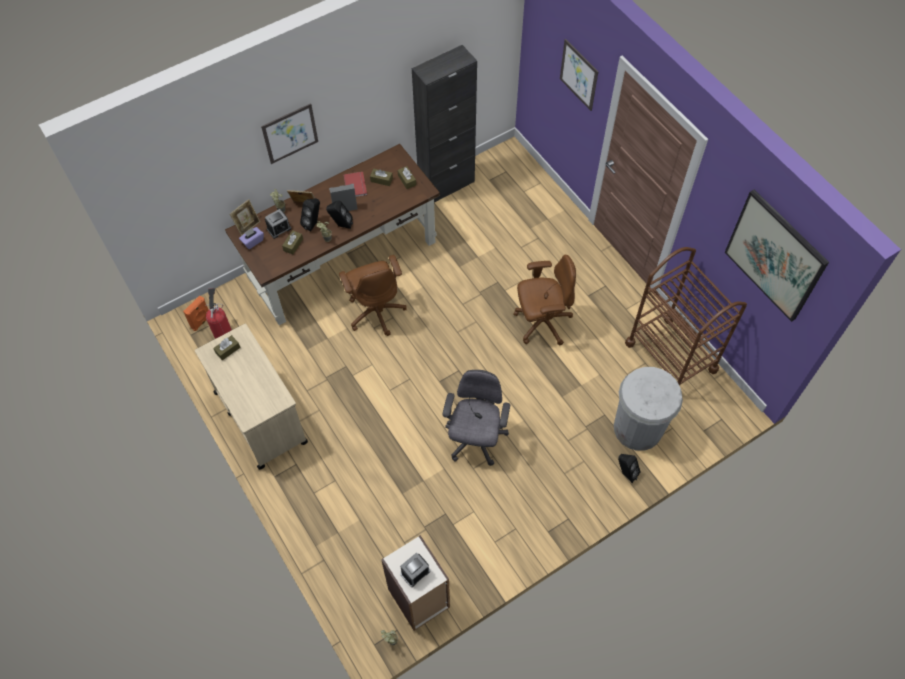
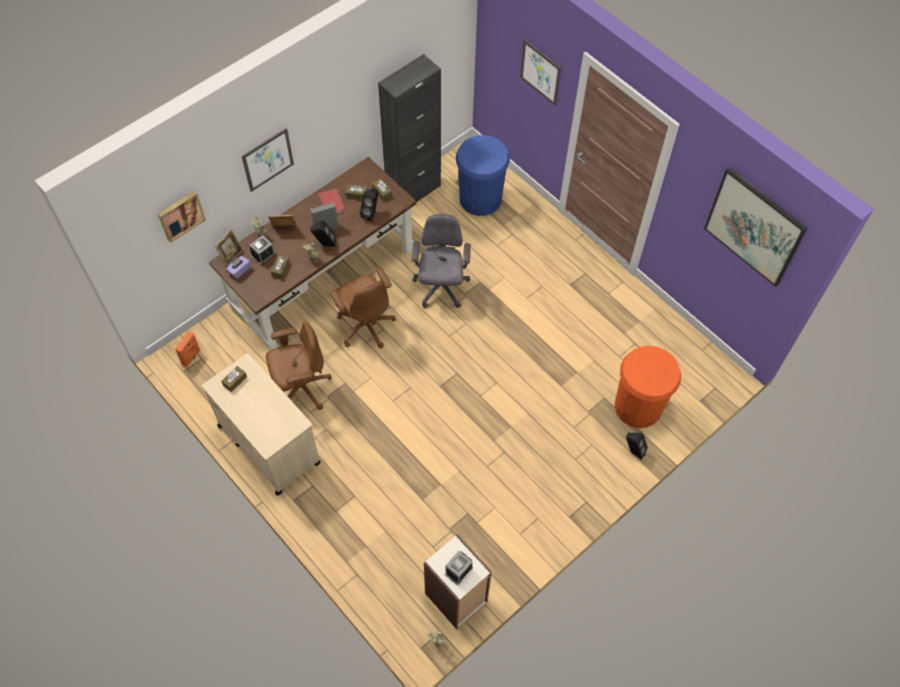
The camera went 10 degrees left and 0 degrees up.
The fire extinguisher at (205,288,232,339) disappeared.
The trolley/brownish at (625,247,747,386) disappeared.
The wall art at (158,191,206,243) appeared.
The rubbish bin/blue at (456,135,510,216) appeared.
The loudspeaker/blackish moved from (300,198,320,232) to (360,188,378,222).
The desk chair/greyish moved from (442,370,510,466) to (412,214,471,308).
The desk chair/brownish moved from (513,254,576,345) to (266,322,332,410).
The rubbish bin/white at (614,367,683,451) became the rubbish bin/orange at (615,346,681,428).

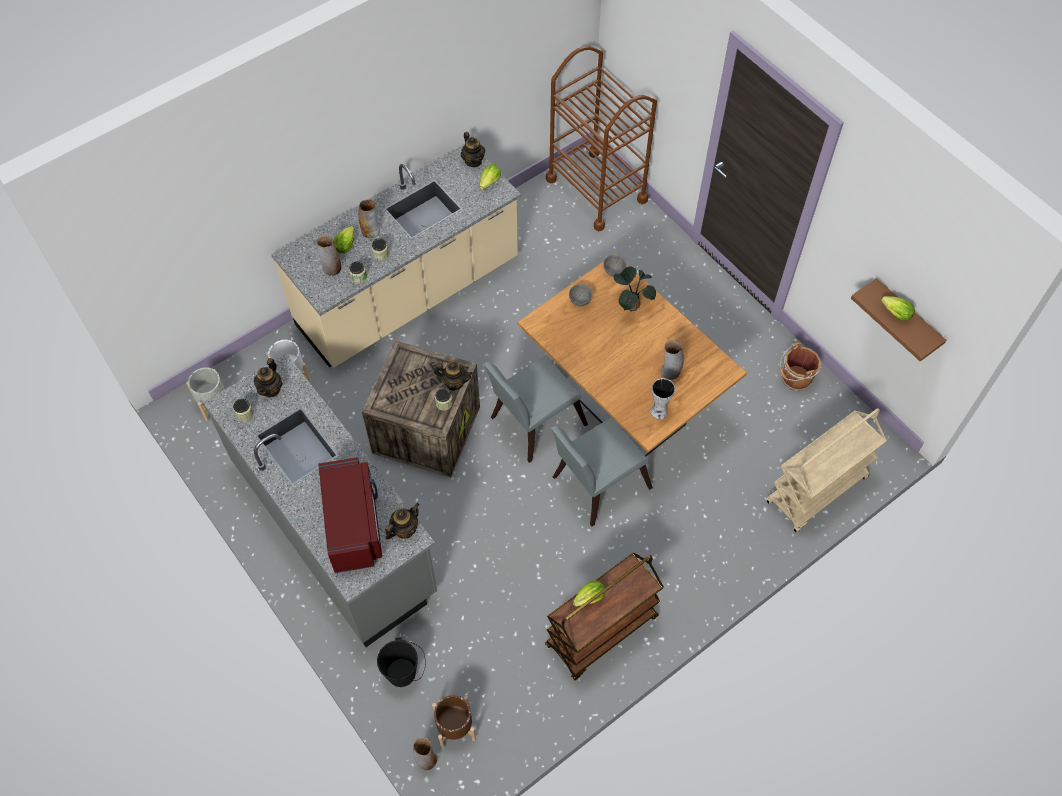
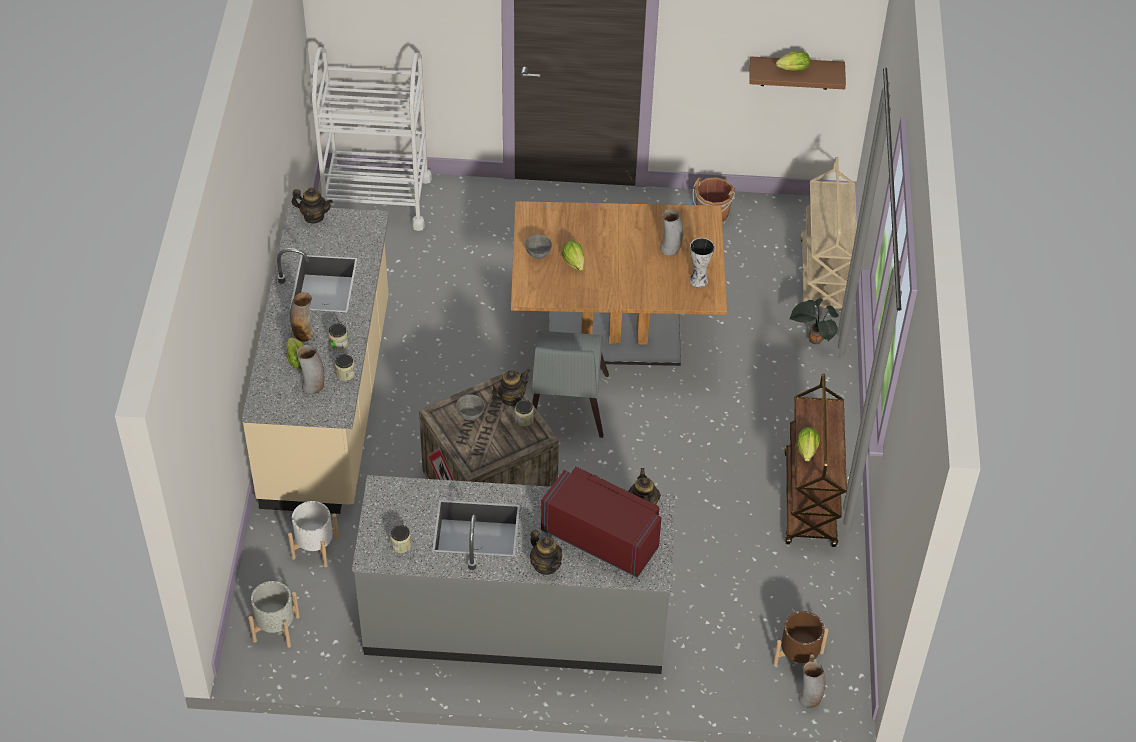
The camera went 50 degrees left and 10 degrees down.
The bucket/blackish at (377,637,426,687) disappeared.
The plain chair/greyish at (551,417,653,527) disappeared.
The tea pot moved from (254,358,282,397) to (530,530,562,575).
The lettuce moved from (479,164,501,190) to (562,241,585,271).
The bowl/greyish moved from (603,255,627,277) to (456,395,485,421).
The plant in a pot moved from (614,267,656,312) to (790,298,839,344).
The trolley/brownish at (546,46,657,232) became the trolley/white at (312,47,432,231).

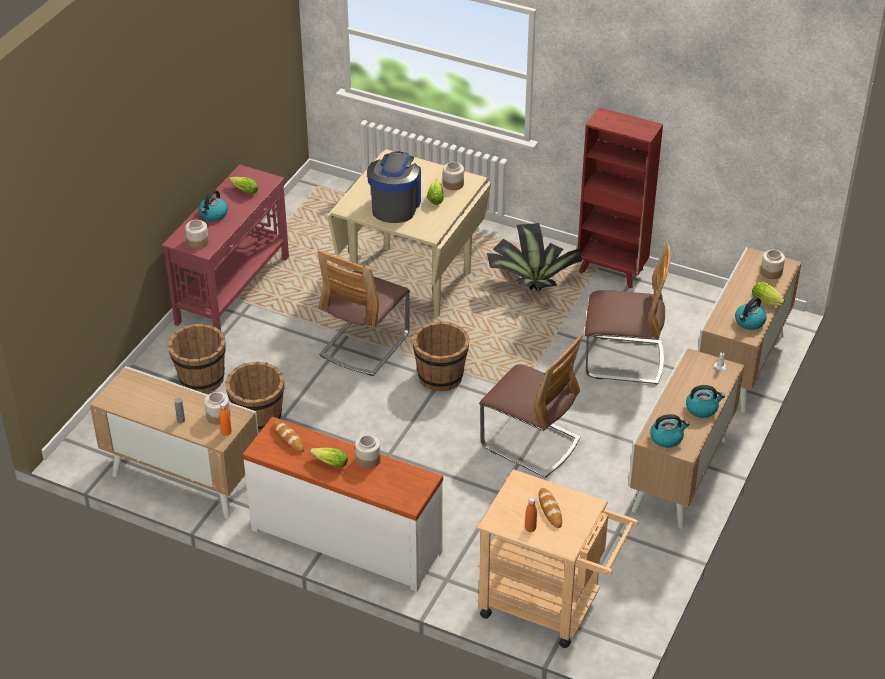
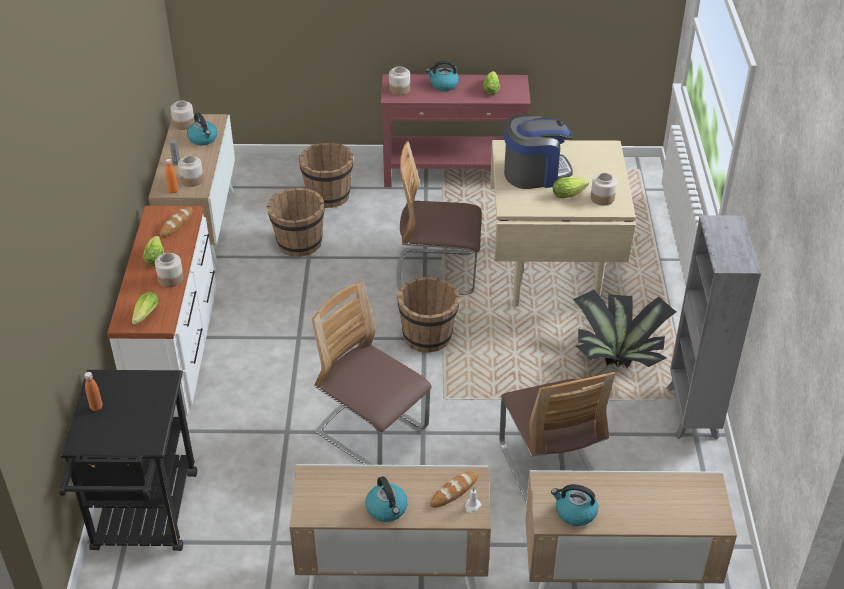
The camera went 65 degrees right and 0 degrees up.
The bakery bread moved from (539,488,562,528) to (430,471,478,508).
The kettle moved from (650,414,690,448) to (187,113,217,145).
The lettuce moved from (752,282,785,306) to (132,292,159,325).
The jar moved from (761,250,785,279) to (171,100,195,130).
The trolley/beige at (477,469,639,648) became the trolley/blackish at (59,370,197,551).
The bookshelf/red-coloured at (577,107,663,288) became the bookshelf/greyish at (666,215,761,439).
The plain chair at (479,334,583,478) turned 120 degrees clockwise.

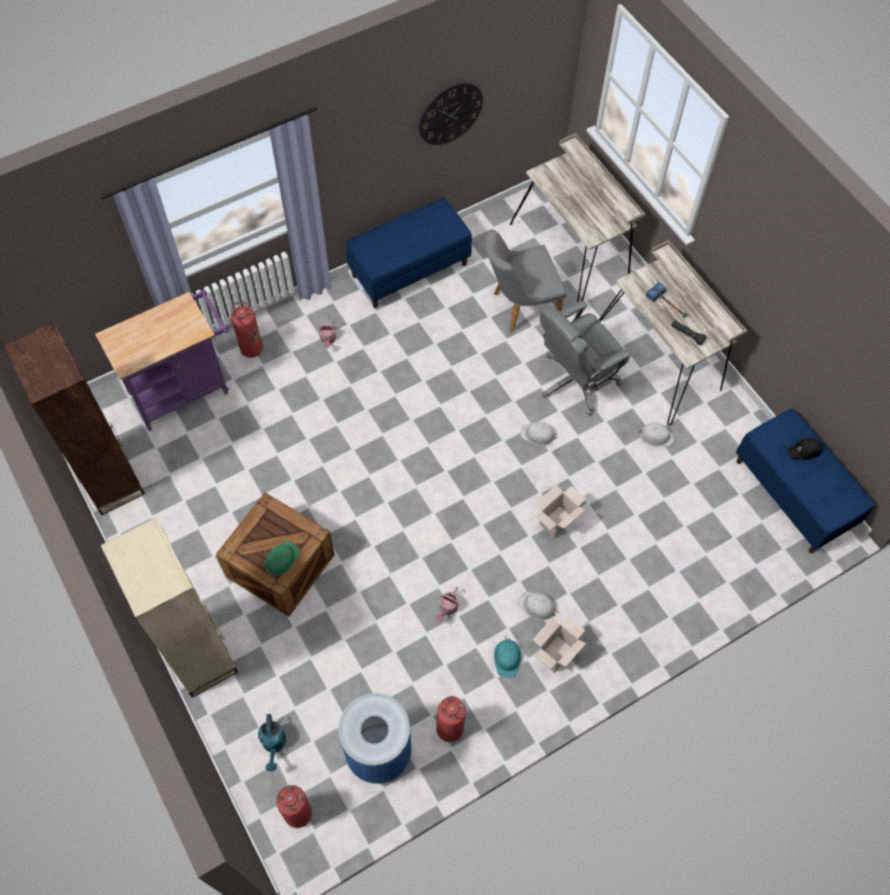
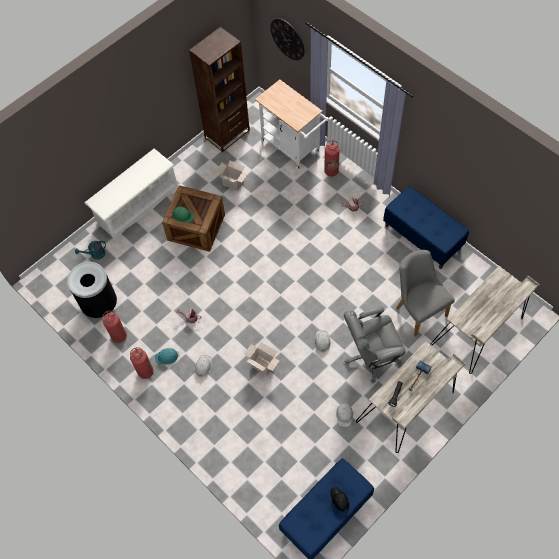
The camera went 80 degrees right and 0 degrees up.
The fire extinguisher moved from (276,785,312,828) to (130,347,153,379).
The hanging clock moved from (419,83,483,145) to (270,18,305,60).
The cardboard box moved from (532,617,586,673) to (216,160,247,191).
The bookshelf/beige at (100,517,238,697) was replaced by the shoe rack/white at (85,148,178,241).
The trolley/purplish at (95,290,229,431) became the trolley/white at (255,80,329,169).
The rubbish bin/blue at (338,693,411,784) became the rubbish bin/blackish at (67,262,117,318).
The desk chair/greyish at (540,301,632,416) turned 60 degrees counterclockwise.

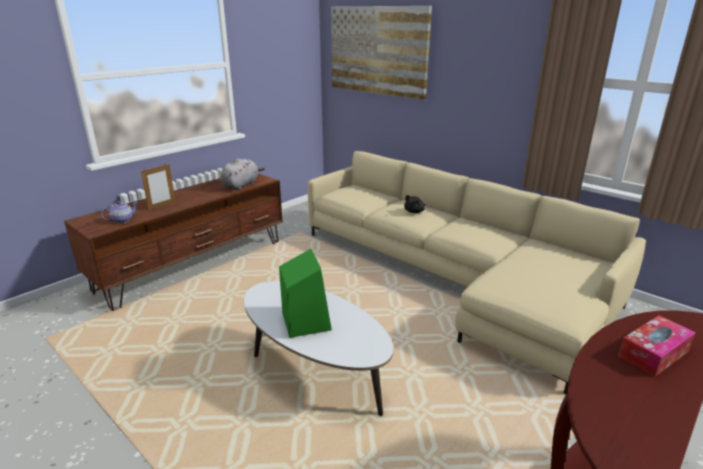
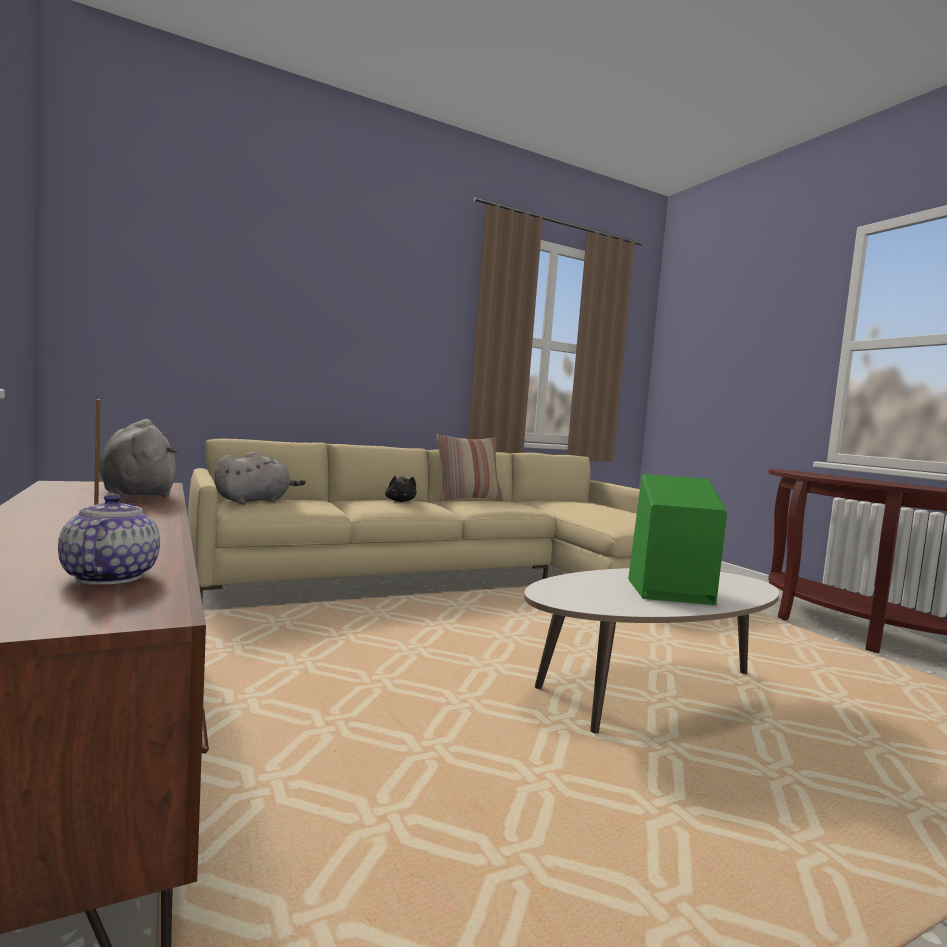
The camera went 70 degrees left and 20 degrees down.
The wall art at (331,6,432,100) disappeared.
The tissue holder at (618,316,696,377) disappeared.
The plush toy/greyish at (215,452,306,504) appeared.
The throw pillow at (436,434,503,501) appeared.

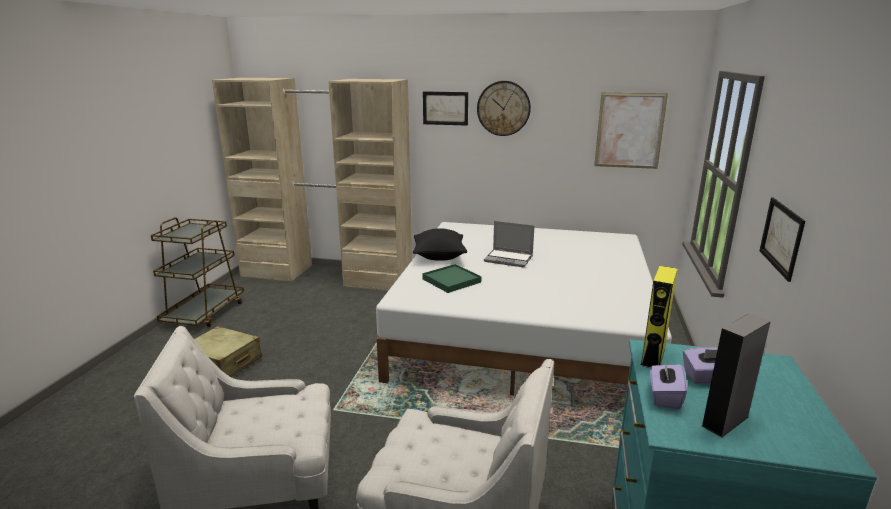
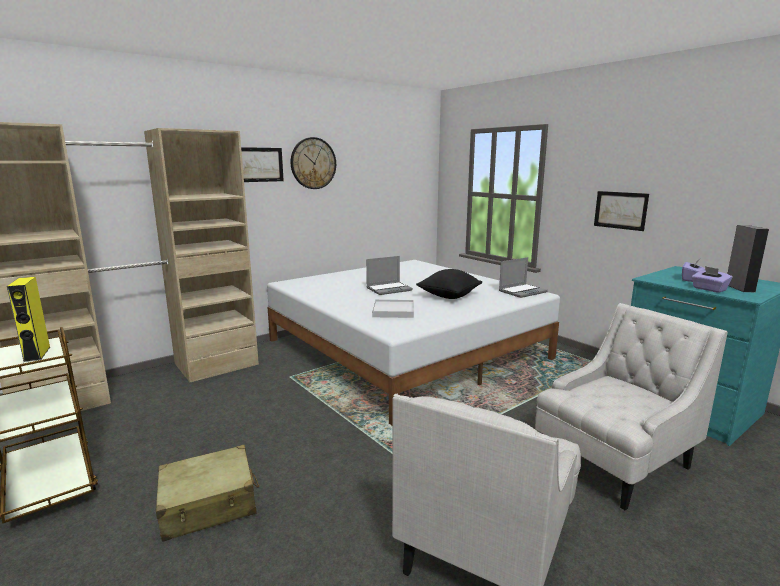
The camera went 50 degrees left and 5 degrees down.
The wall art at (594,93,668,169) disappeared.
The laptop at (499,257,548,298) appeared.
The throw pillow/blackish moved from (413,228,467,261) to (416,269,482,299).
The loudspeaker/yellow-coloured moved from (640,266,678,368) to (7,277,50,362).
The tray/greenish at (423,264,481,293) became the tray/white at (372,299,414,318).

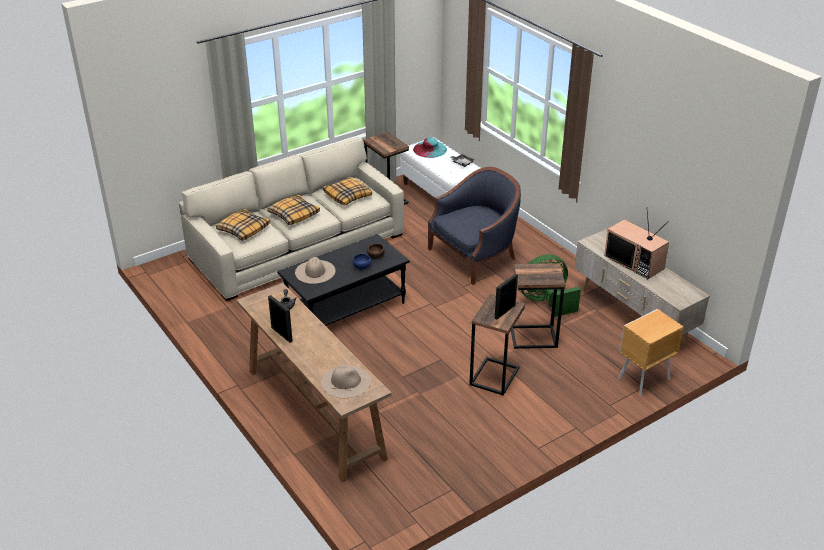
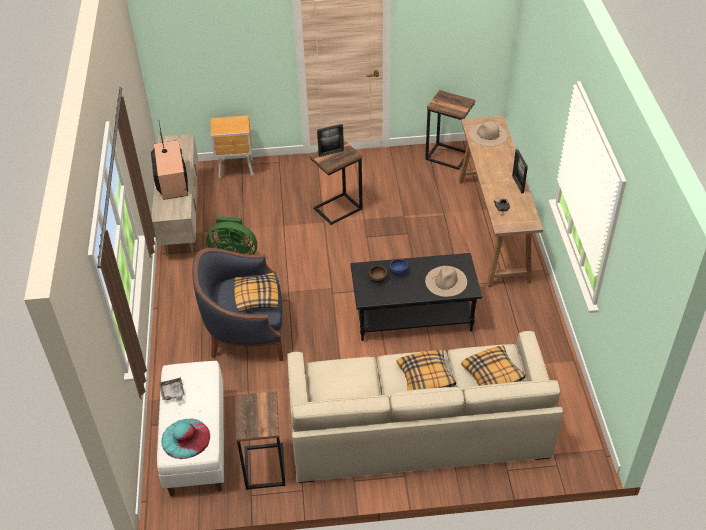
The camera went 150 degrees left and 10 degrees up.
The throw pillow moved from (323,176,372,206) to (234,273,279,312).
The side table moved from (511,263,566,349) to (425,90,475,170).

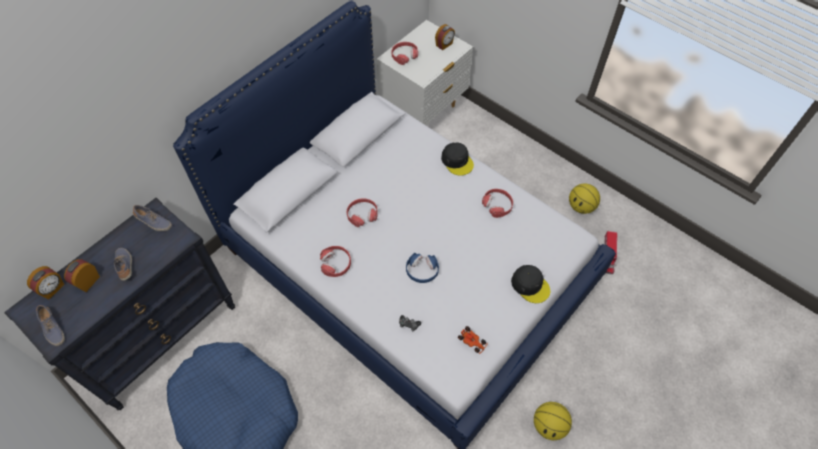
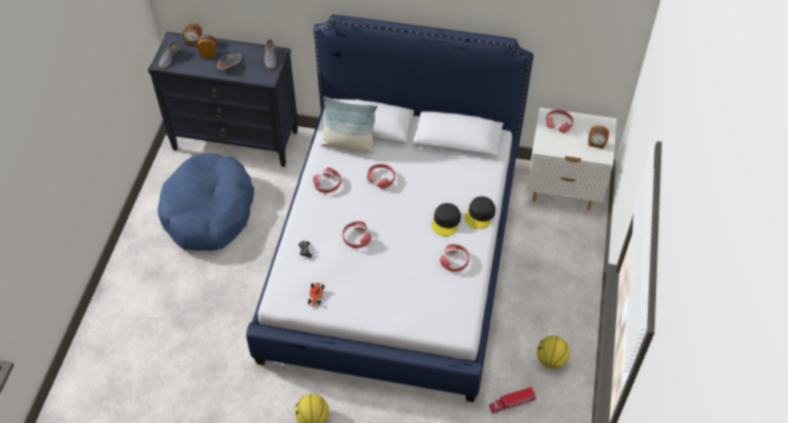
The camera went 60 degrees right and 5 degrees down.
The throw pillow at (320,96,377,153) appeared.
The cap/blackish moved from (511,265,550,303) to (432,203,461,236).
The headset/blue at (406,253,439,283) became the headset/red-coloured at (342,221,371,248).

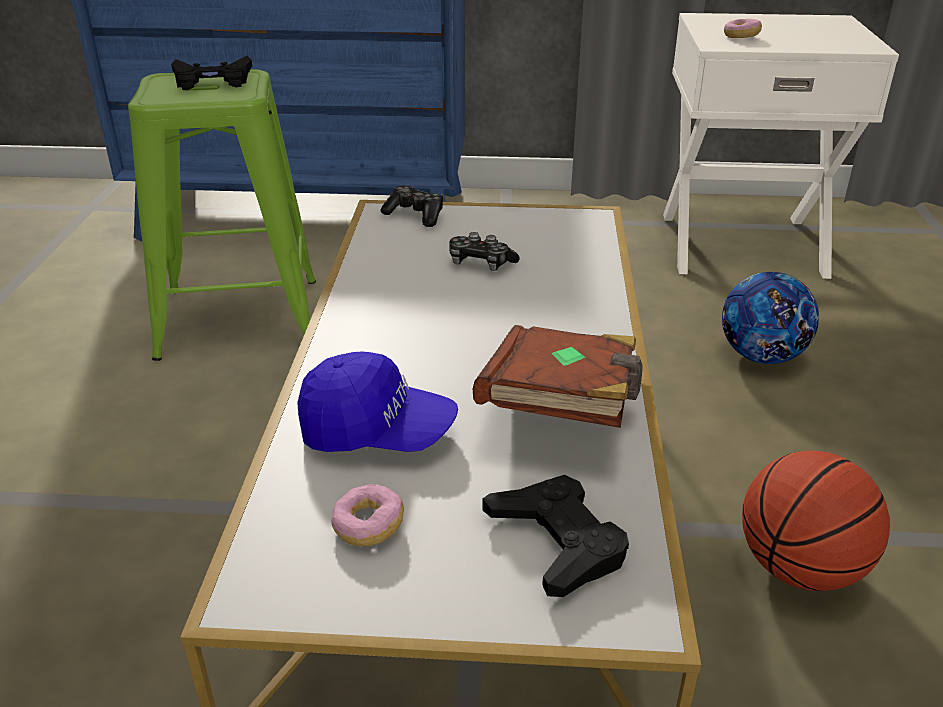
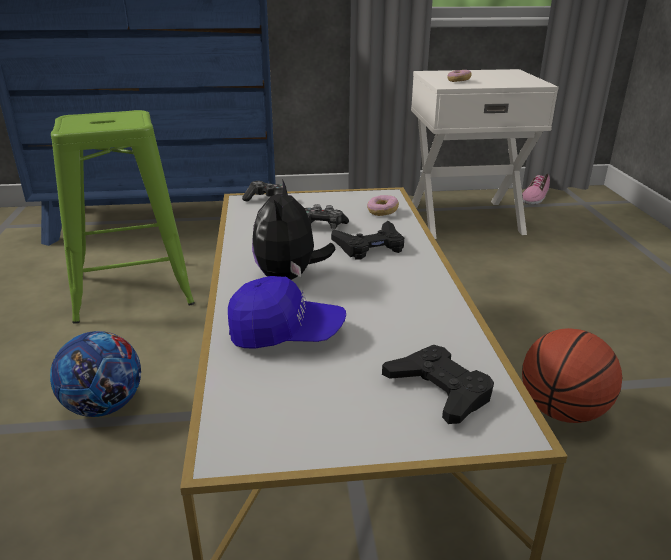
The camera went 10 degrees left and 5 degrees down.
The bound book/brownish at (473,325,643,428) disappeared.
The plush toy at (252,179,335,280) appeared.
The item of footwear at (522,173,550,205) appeared.
The gamepad/blackish moved from (171,56,252,90) to (331,221,404,260).
The ring doughnut moved from (331,484,404,546) to (367,195,399,216).
The football moved from (722,272,819,364) to (50,331,141,417).

